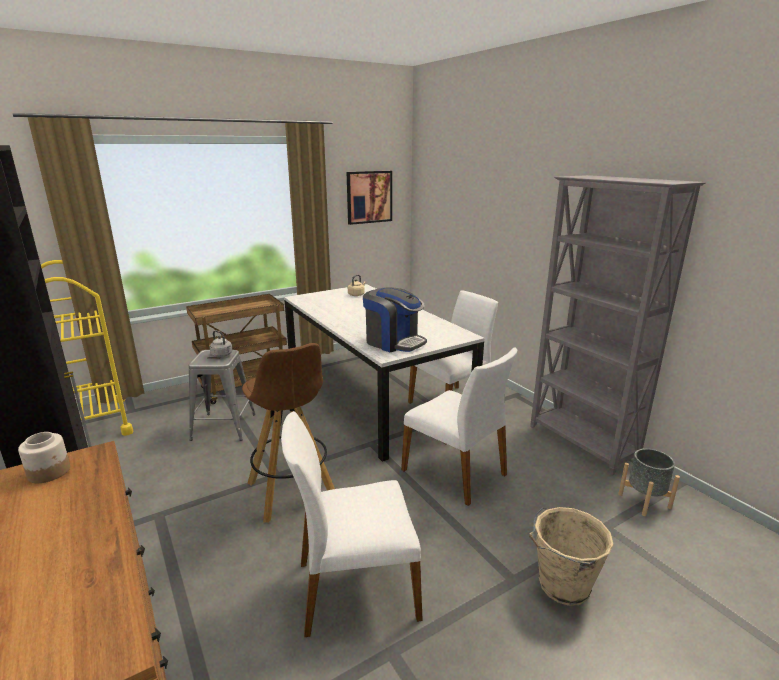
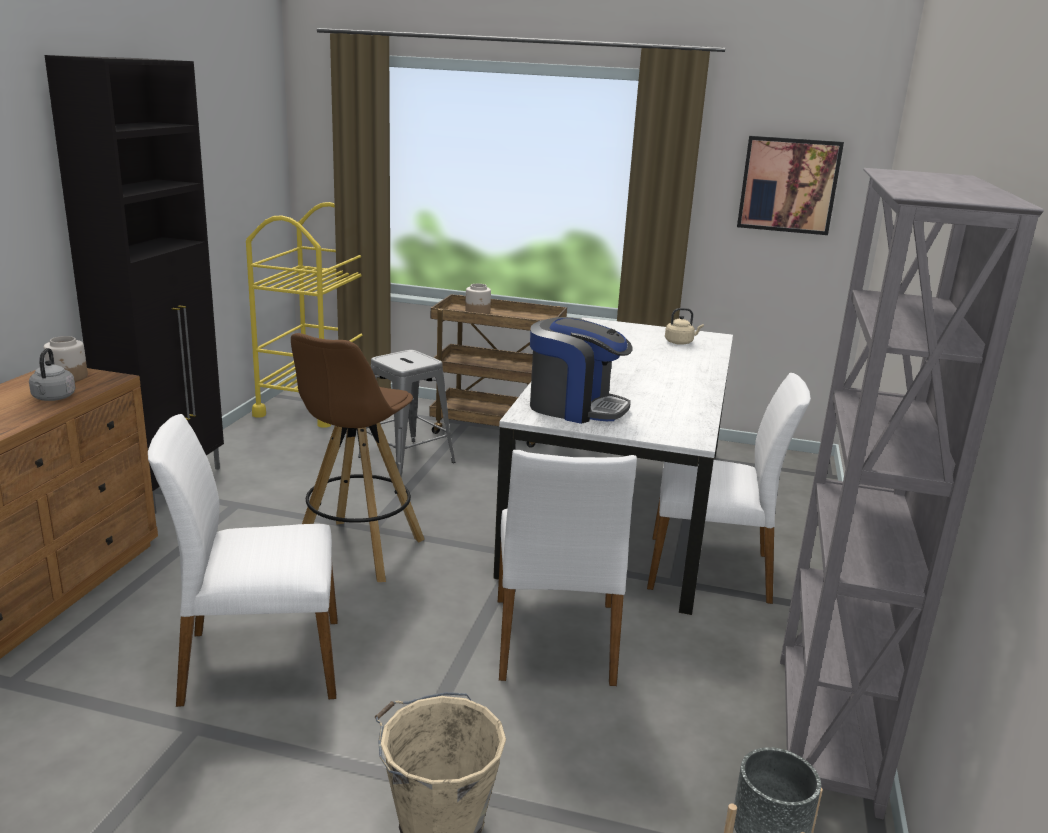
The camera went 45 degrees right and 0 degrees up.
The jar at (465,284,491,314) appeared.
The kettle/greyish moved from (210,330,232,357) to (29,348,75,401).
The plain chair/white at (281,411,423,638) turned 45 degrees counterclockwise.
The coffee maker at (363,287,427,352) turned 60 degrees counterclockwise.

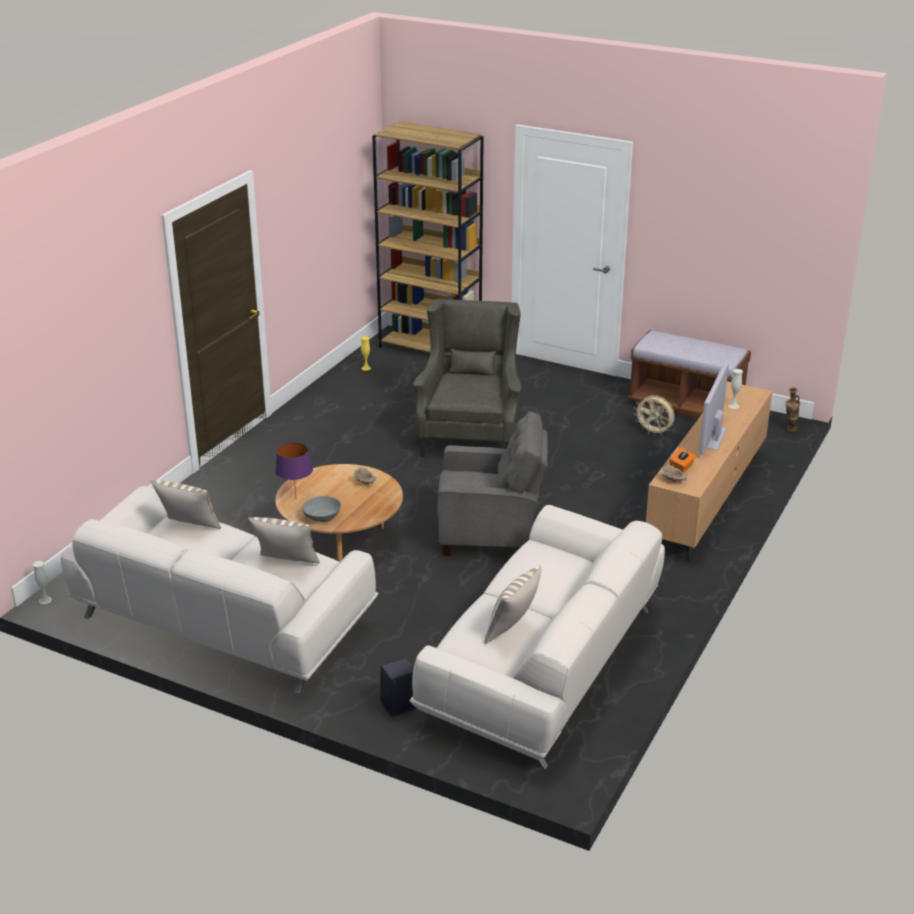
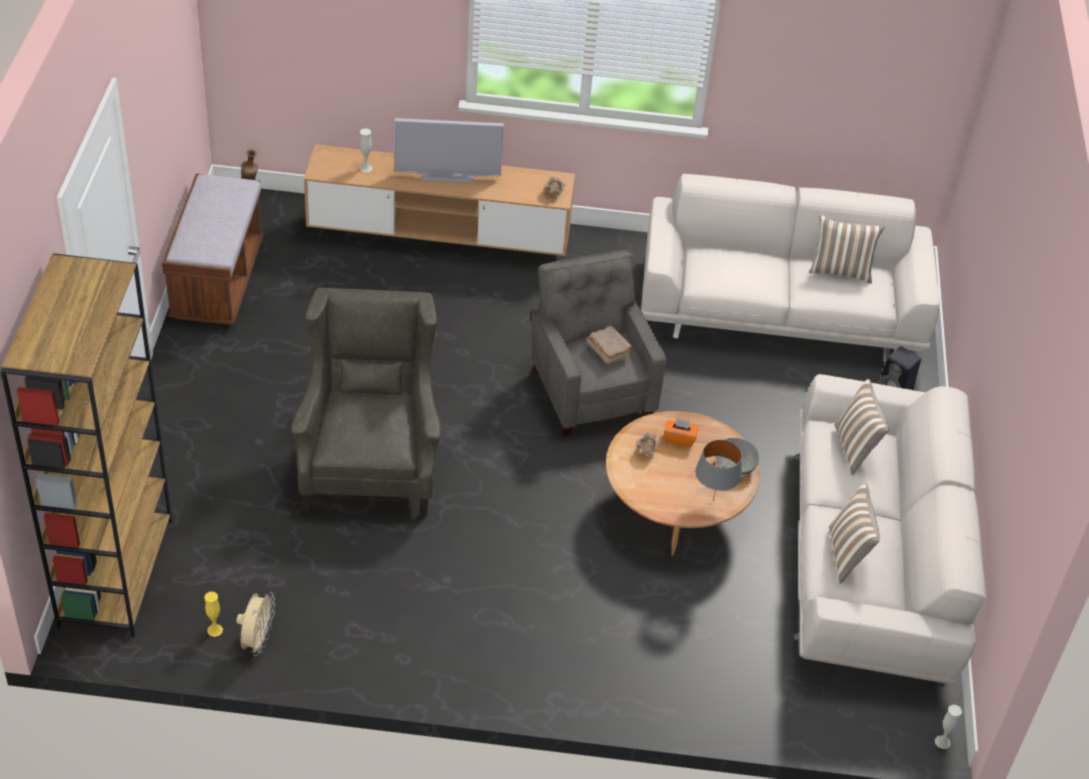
The camera went 115 degrees left and 15 degrees up.
The bound book/brownish at (587,326,633,365) appeared.
The electric fan/beige moved from (634,395,675,436) to (236,592,275,656).
The tissue holder/orange moved from (670,448,696,472) to (664,418,698,447).
The tabletop lamp/purplish at (275,442,313,495) became the tabletop lamp/greyish at (695,440,742,501).
The lounge chair/greyish at (413,299,521,457) turned 105 degrees clockwise.

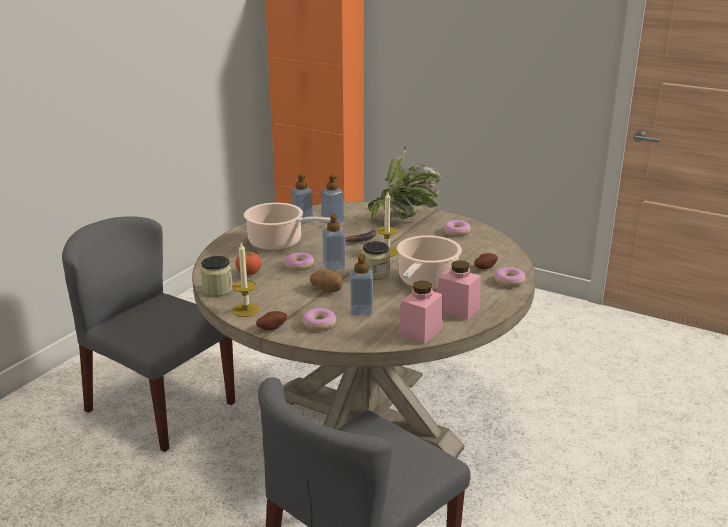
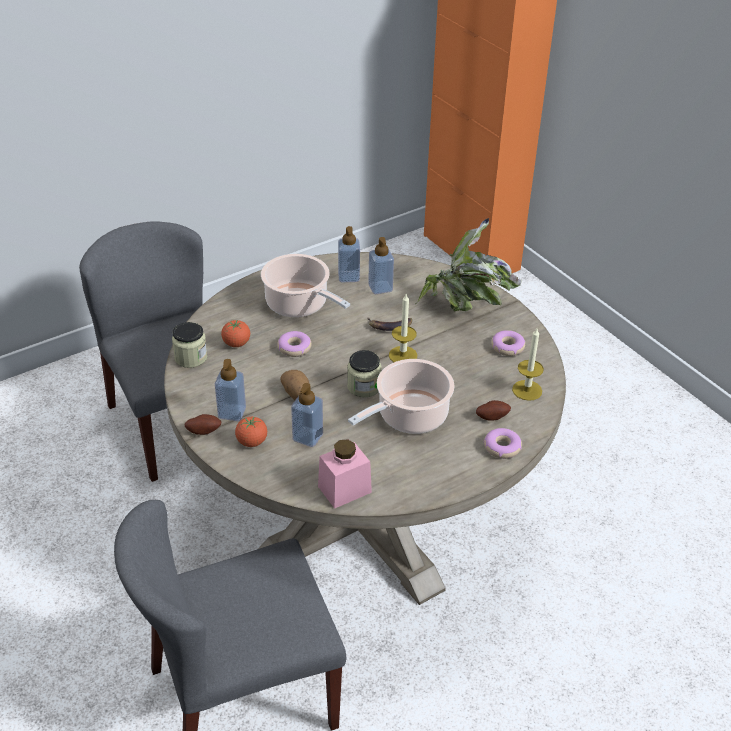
The camera went 25 degrees right and 15 degrees up.
The jar/pink-coloured at (437,260,481,320) disappeared.
The candle moved from (232,241,260,317) to (512,328,544,401).
The liquid soap bottle moved from (322,214,345,270) to (215,359,246,421).
The ring doughnut at (302,308,336,331) was replaced by the whole tomato at (235,417,267,447).

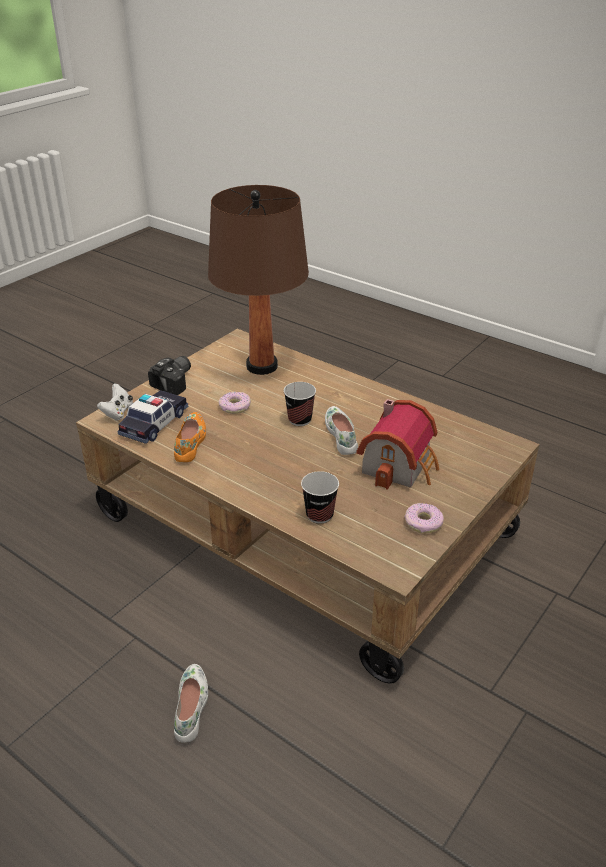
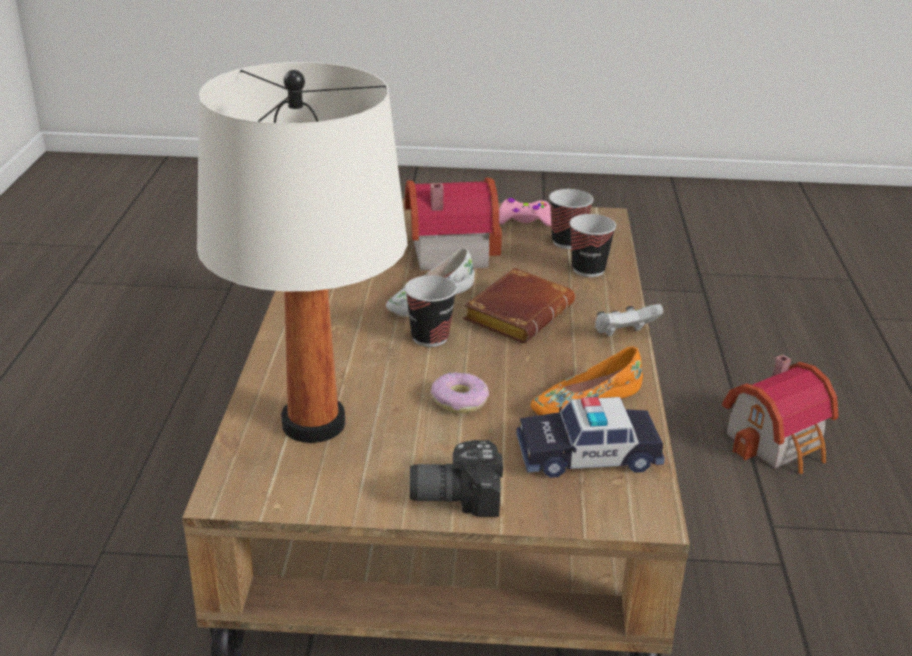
The camera went 125 degrees left and 5 degrees down.
The bound book/brownish at (463,268,575,343) appeared.
The small cup at (549,189,594,249) appeared.
The gamepad/white moved from (97,383,133,421) to (595,304,663,336).
The item of footwear/white at (174,664,208,743) was replaced by the miniature house at (722,355,838,474).
The ring doughnut at (405,503,444,533) was replaced by the gamepad/pink-coloured at (499,198,551,227).
The tabletop lamp/brownish at (208,185,309,375) became the tabletop lamp/white at (197,62,408,443).

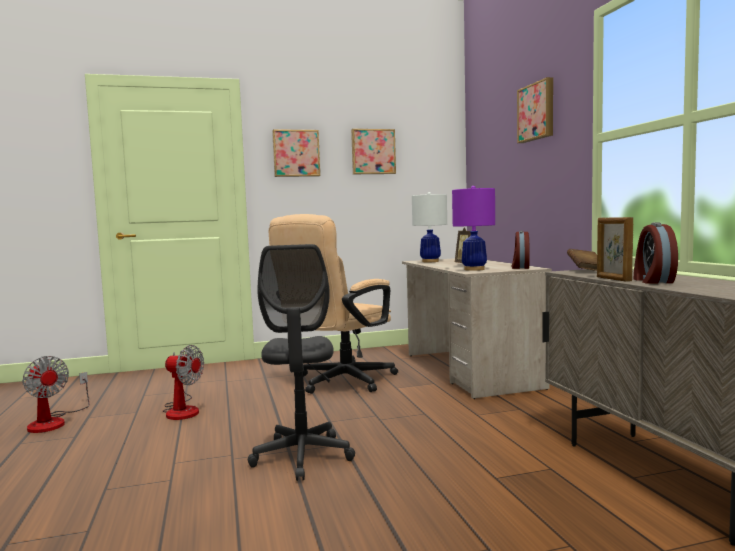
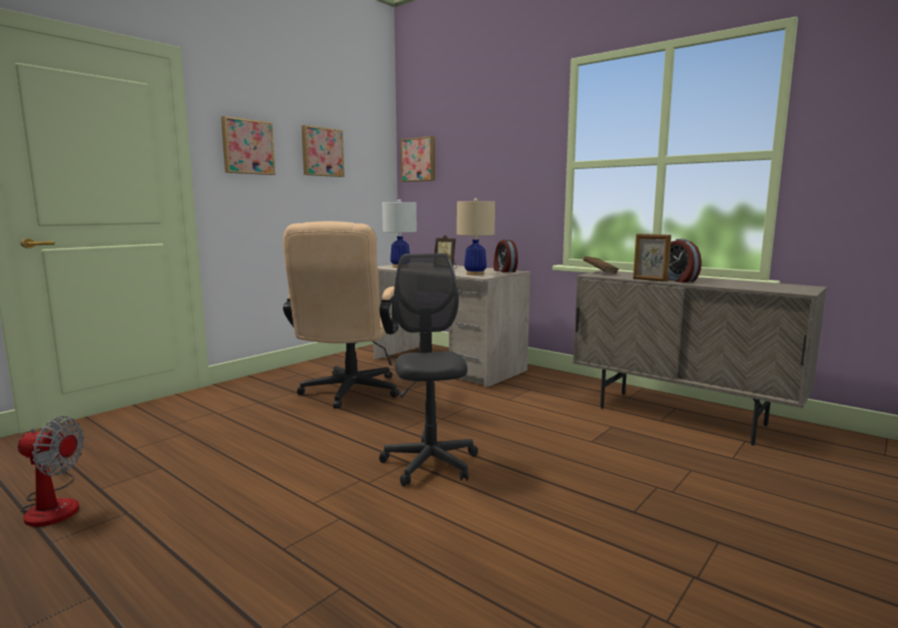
The camera went 35 degrees left and 5 degrees up.
The electric fan at (163,345,204,420) disappeared.
The wall art moved from (517,77,553,143) to (401,136,435,182).
The tabletop lamp/purplish at (452,186,495,271) became the tabletop lamp/beige at (457,198,495,275).
The desk chair/greyish at (248,244,355,481) turned 150 degrees counterclockwise.

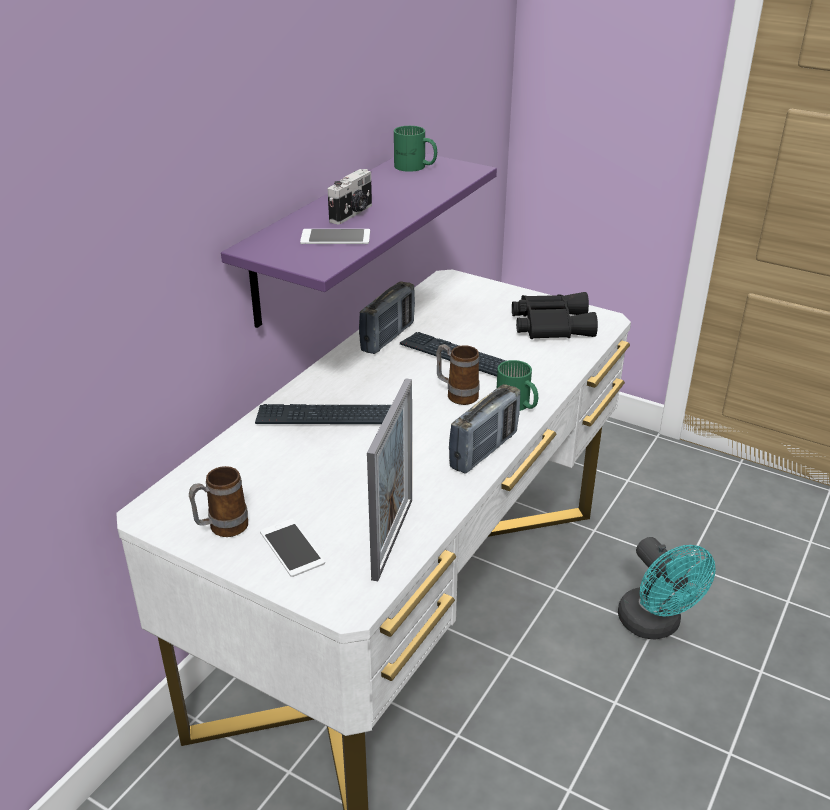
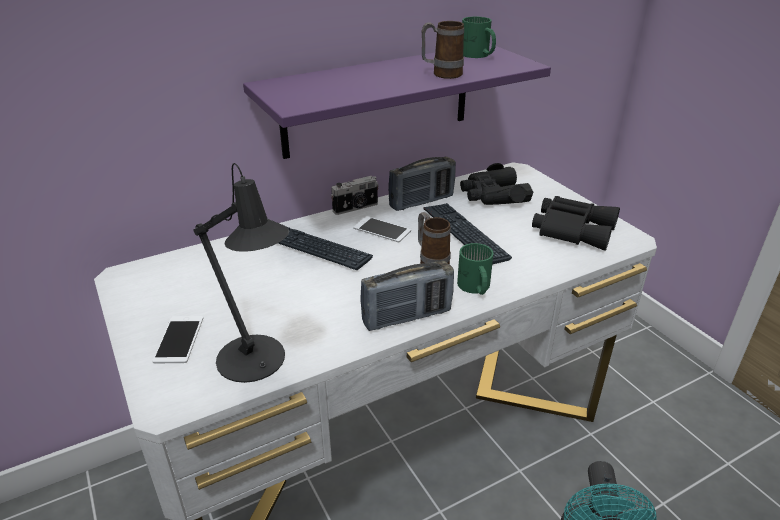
The camera went 30 degrees right and 0 degrees up.
The binoculars/blackish at (460,163,533,205) appeared.
The tea mug moved from (189,466,248,537) to (422,21,464,79).
The phone moved from (300,229,370,244) to (353,216,411,242).
The photo camera moved from (328,169,372,224) to (331,176,379,215).
The photo frame at (367,378,412,581) was replaced by the tabletop lamp/blackish at (194,163,289,383).

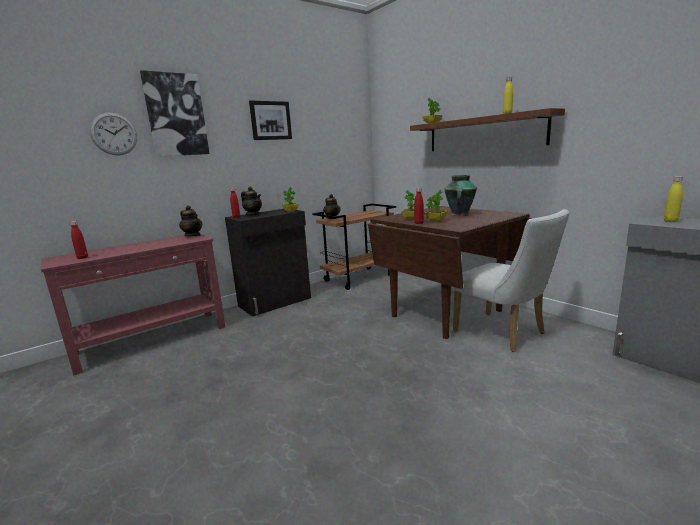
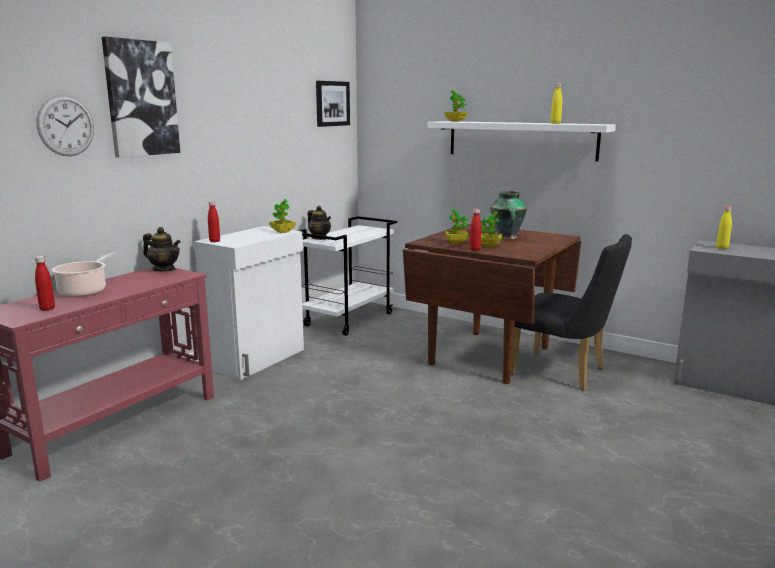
The camera went 20 degrees left and 0 degrees up.
The tea pot at (241,186,262,215) disappeared.
The cooking pot at (51,252,116,297) appeared.
The wall art moved from (249,101,292,140) to (316,81,350,127).
The storage cabinet/blackish at (225,209,311,316) became the storage cabinet/white at (194,226,304,380).
The trolley/brownish at (312,204,396,290) became the trolley/white at (299,216,397,336).
The bracket shelf/brownish at (410,108,565,151) became the bracket shelf/white at (428,121,616,161).
The plain chair/white at (452,209,569,352) became the plain chair/blackish at (511,234,632,391).

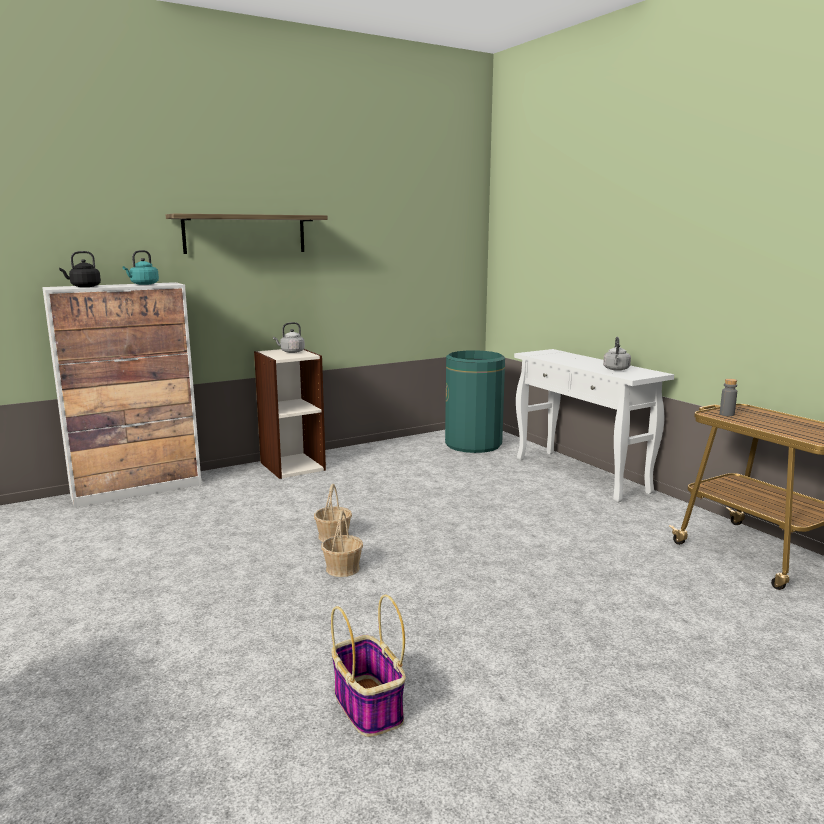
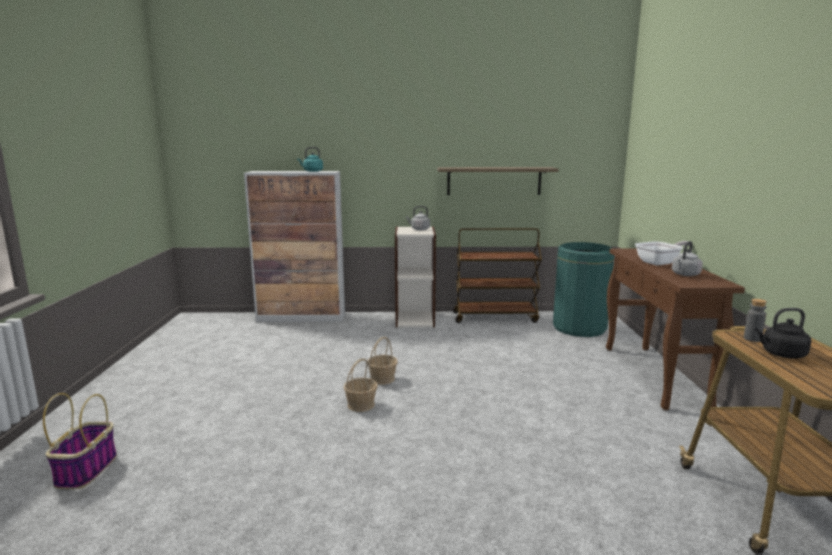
The camera went 30 degrees right and 0 degrees up.
The trolley/brownish at (453,228,542,323) appeared.
The skillet at (635,241,690,265) appeared.
The kettle/blackish moved from (59,251,101,287) to (755,308,811,359).
The bracket shelf moved from (166,214,328,254) to (437,167,559,195).
The storage basket moved from (331,595,406,737) to (43,393,117,489).
The hall table/white at (514,349,674,503) became the hall table/brownish at (606,248,745,410).

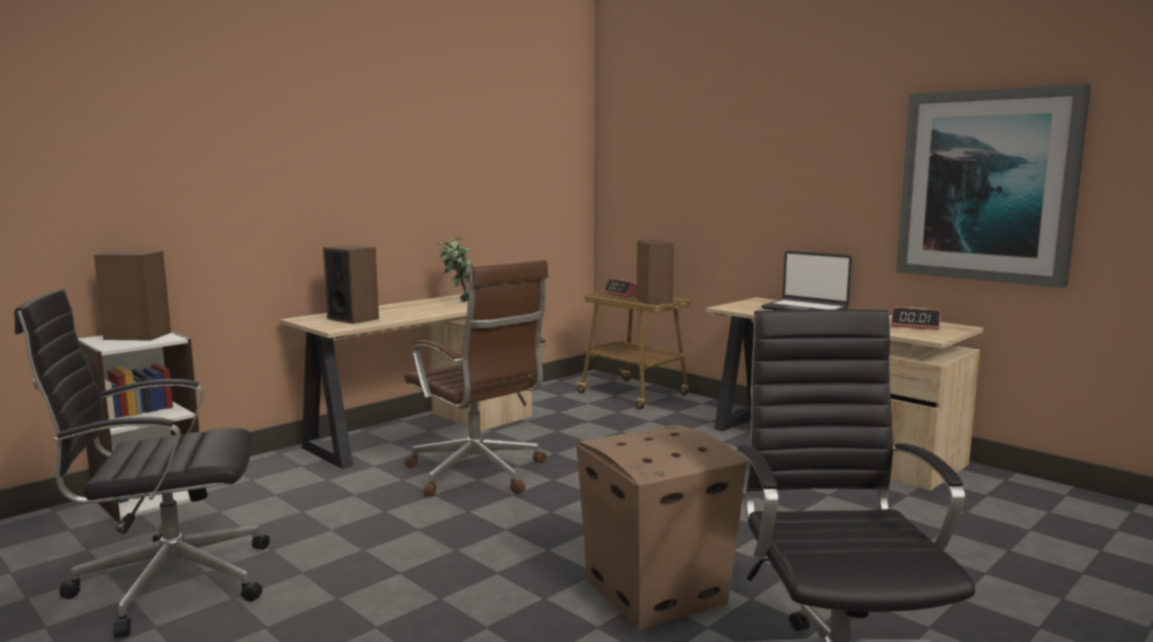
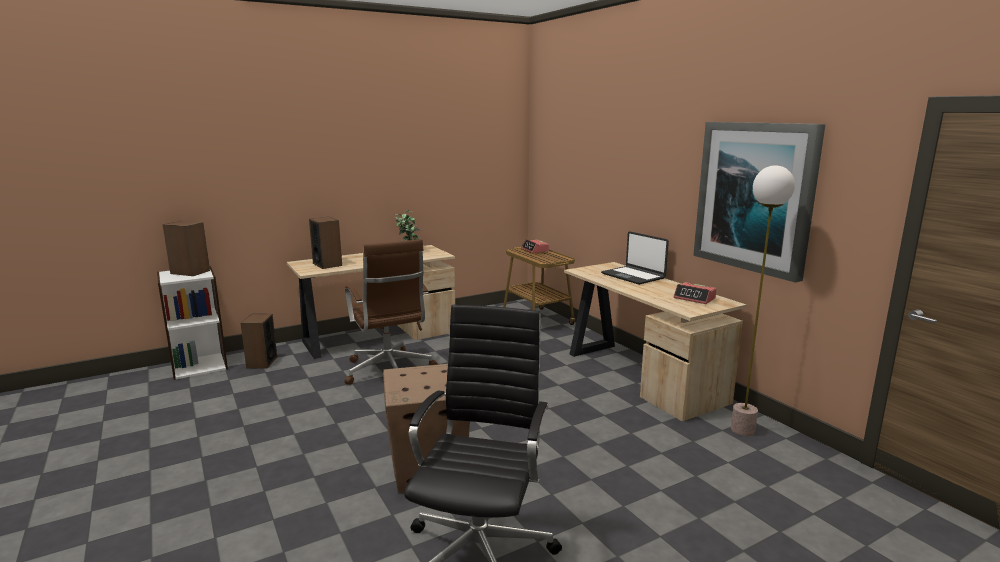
The camera went 15 degrees right and 5 degrees up.
The desk chair/blackish at (14,289,270,638) disappeared.
The standing lamp at (731,165,795,436) appeared.
The loudspeaker moved from (636,240,674,304) to (241,314,277,368).

